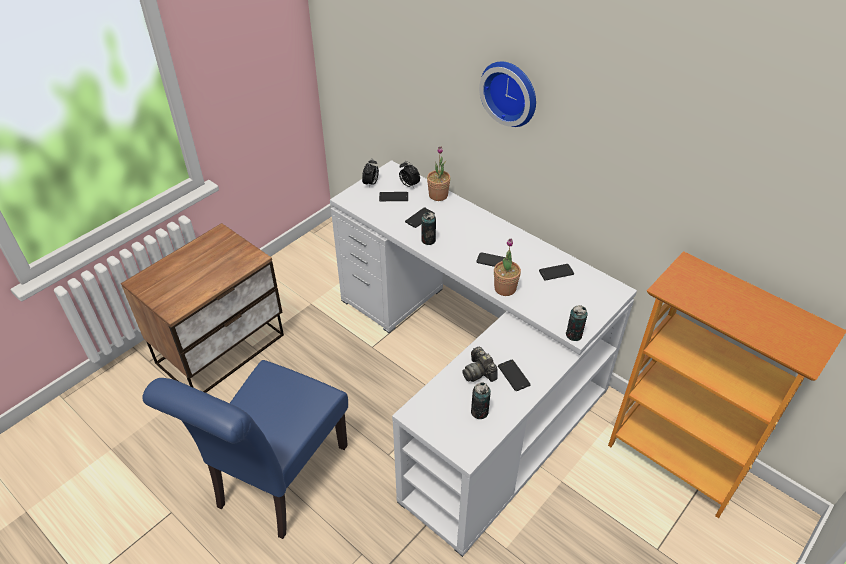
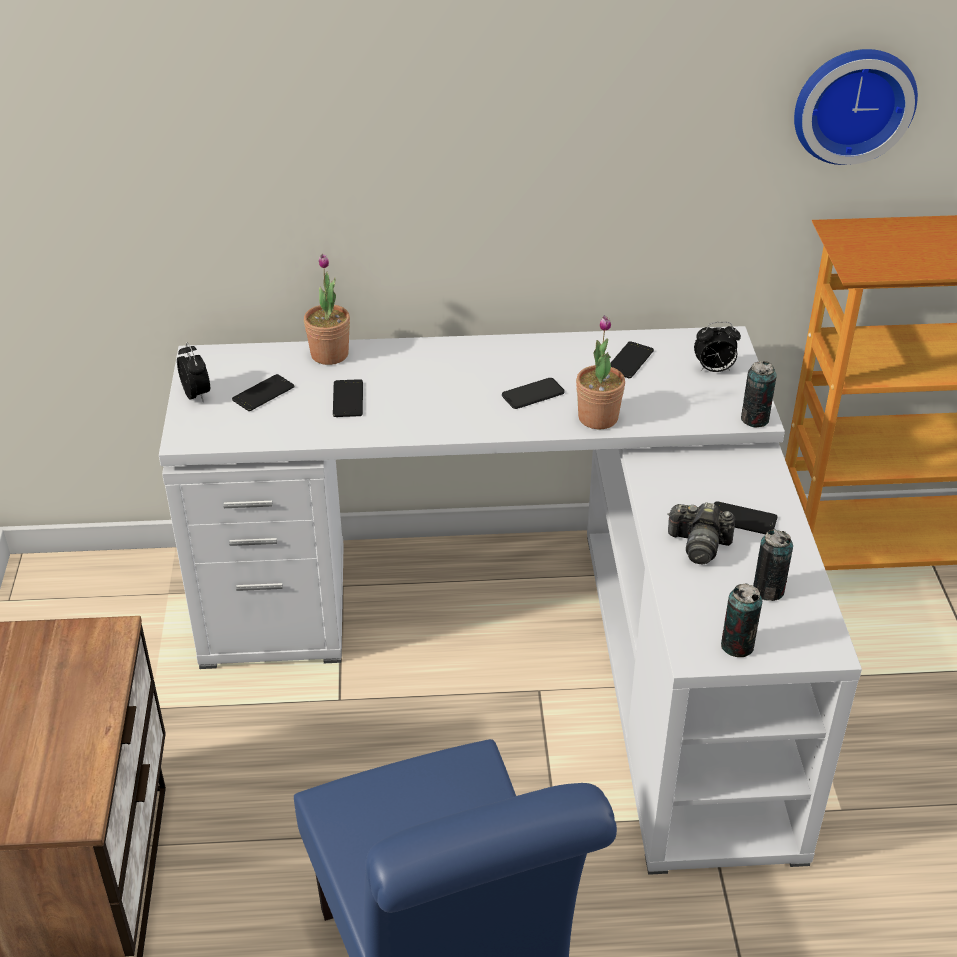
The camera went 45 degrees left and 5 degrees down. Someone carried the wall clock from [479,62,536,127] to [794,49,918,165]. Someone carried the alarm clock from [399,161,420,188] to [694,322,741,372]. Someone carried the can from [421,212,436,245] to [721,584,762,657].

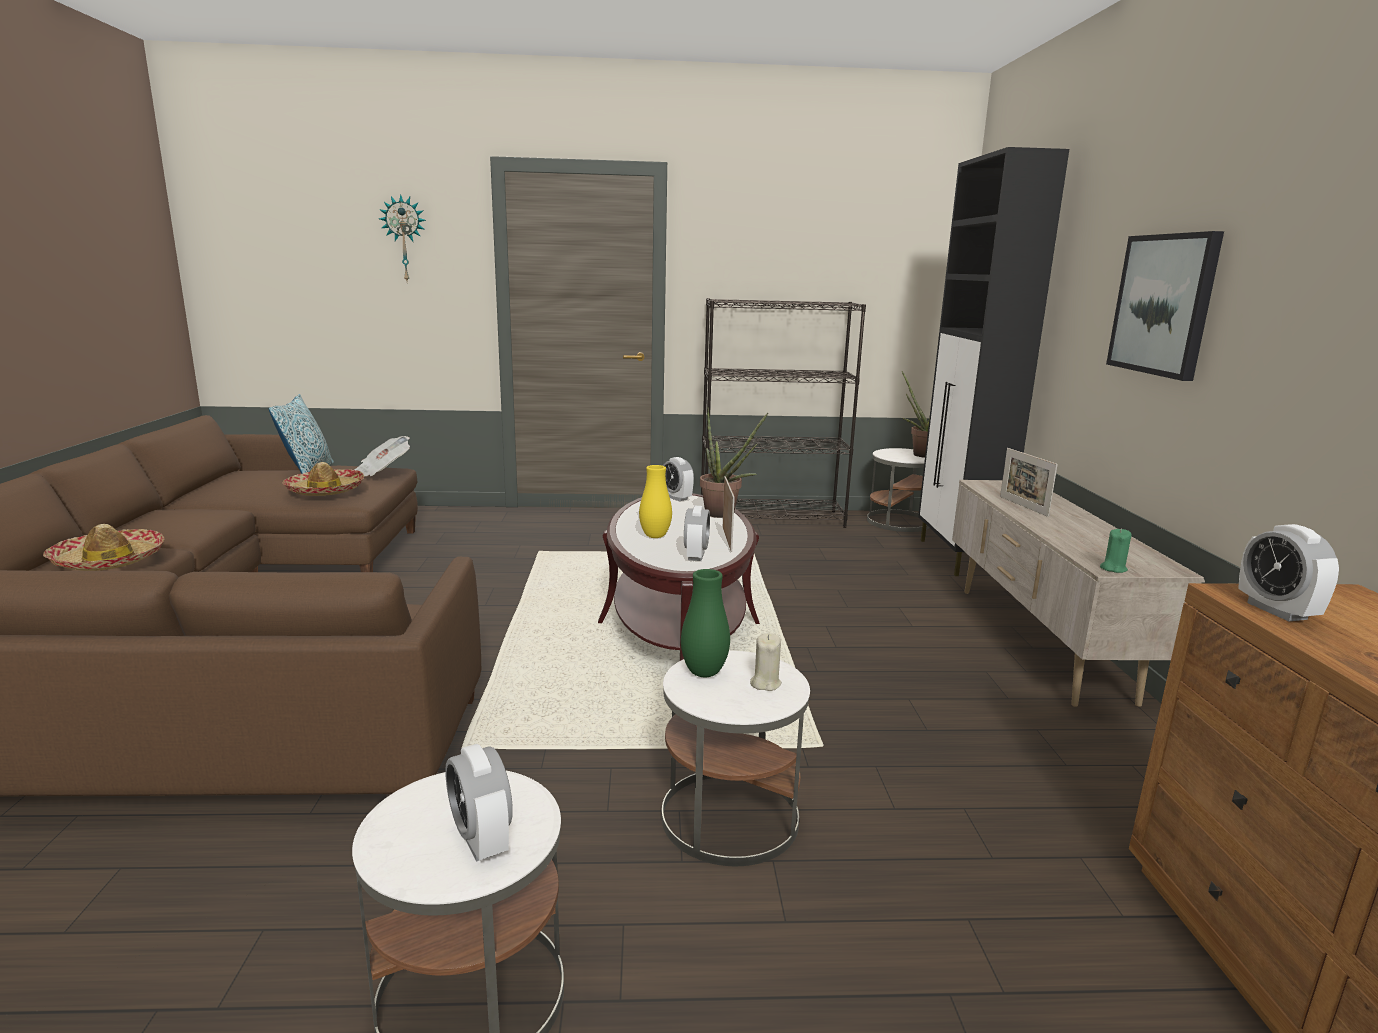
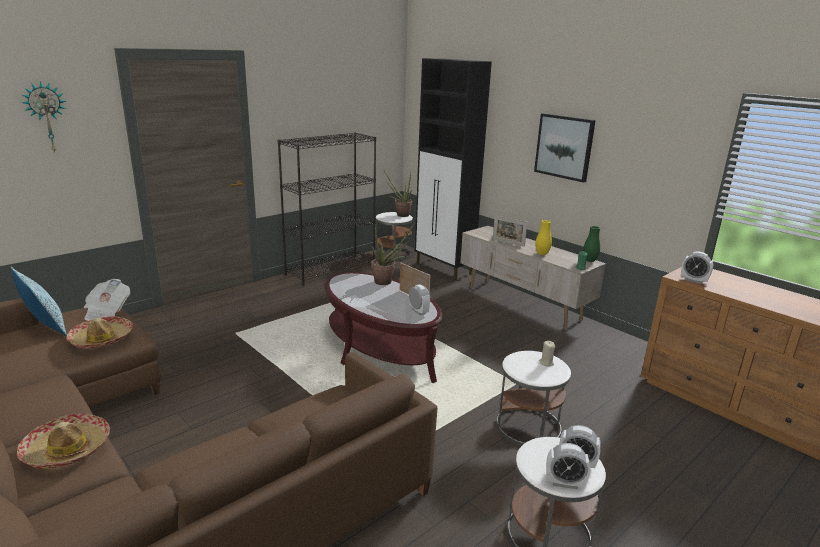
The camera went 40 degrees left and 5 degrees up. Someone carried the alarm clock from [663,457,694,501] to [547,443,590,489]. Someone carried the vase (yellow) from [639,465,672,538] to [535,220,552,255]. Someone carried the vase (green) from [681,569,730,677] to [583,226,600,262].

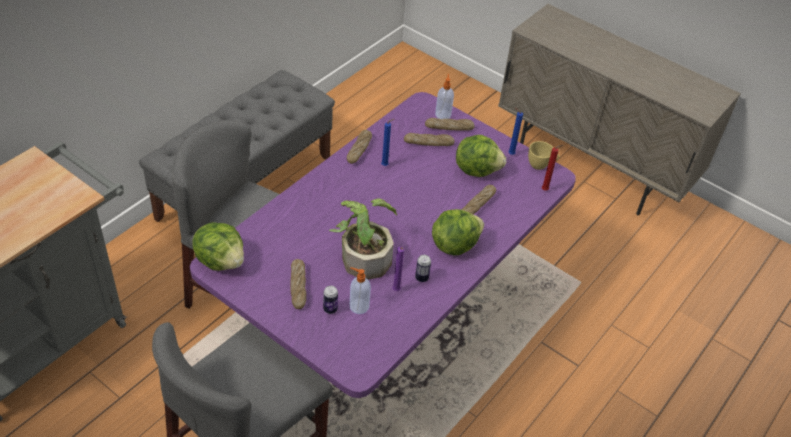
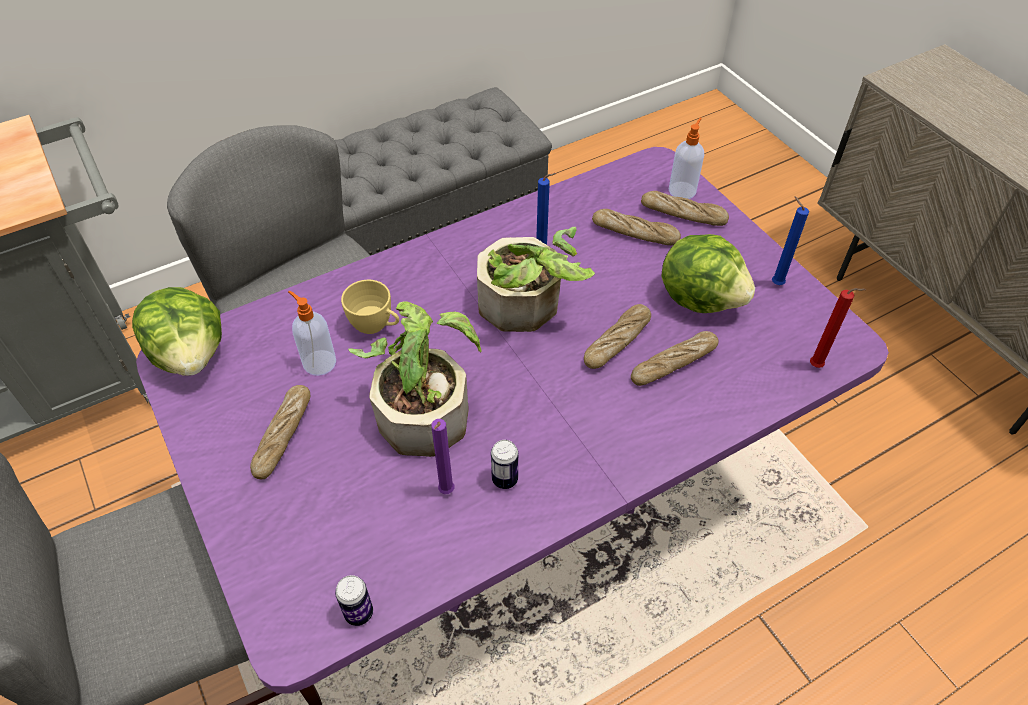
The camera went 25 degrees right and 5 degrees up. Someone carried the bread from [347,130,372,164] to [584,304,651,369]. Someone carried the cup (yellow) from [528,141,559,170] to [341,280,399,334]. Someone took away the lettuce at [432,209,484,255]. Someone carried the soap dispenser from [349,267,371,314] to [288,291,336,376]. Someone carried the can from [323,286,338,314] to [335,575,373,626]. Someone put down the potted plant at [477,227,595,332].

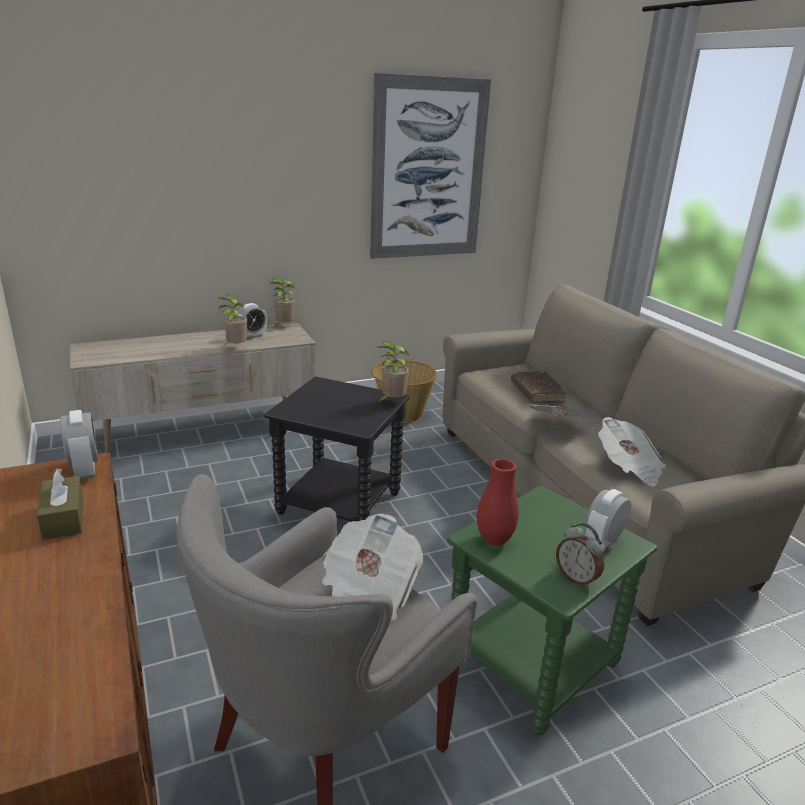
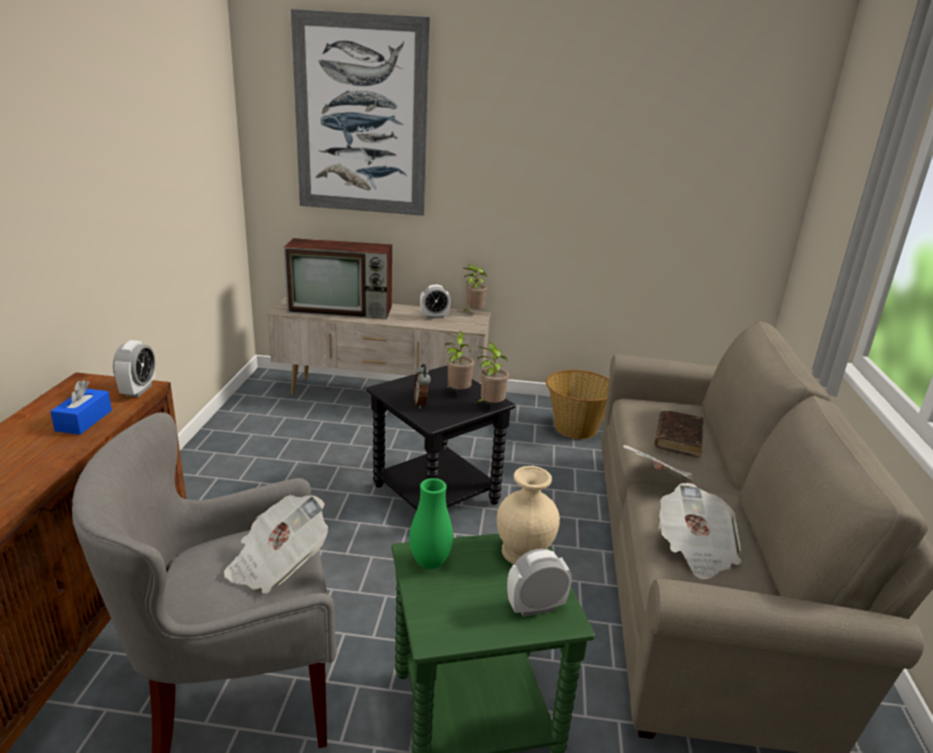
The camera went 30 degrees right and 0 degrees up. Someone carried the picture from [370,73,491,259] to [291,9,430,216]. Someone carried the potted plant from [218,294,247,345] to [444,331,474,390]. Someone repainted the vase (red) at [477,459,519,546], which became the vase (green) at [409,478,453,569]. Someone repainted the tissue box (brown) at [37,469,84,540], which became the tissue box (blue) at [50,380,112,435]. Someone carried the alarm clock from [556,523,605,588] to [414,364,431,409]. Someone put down the television at [284,238,392,319]. Someone put down the vase (beige) at [497,466,560,564].

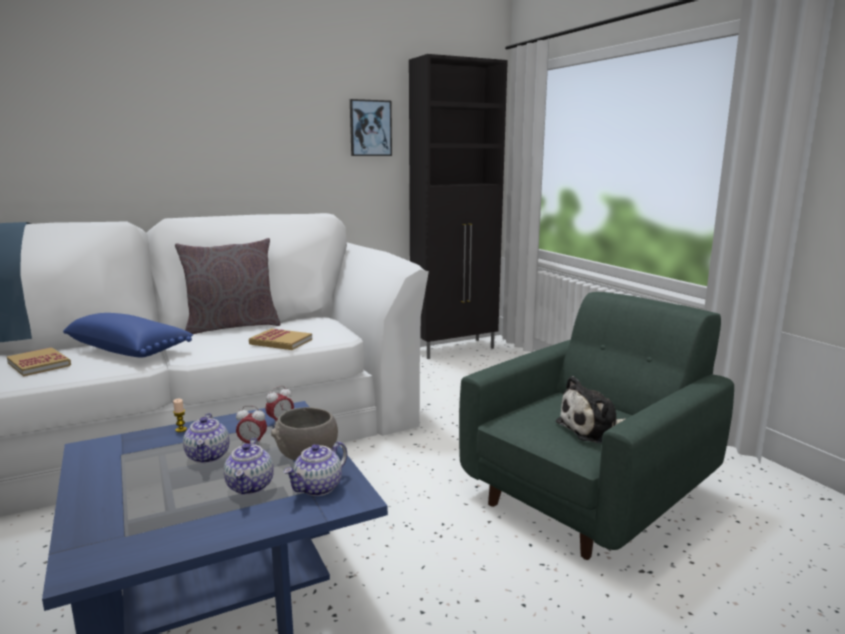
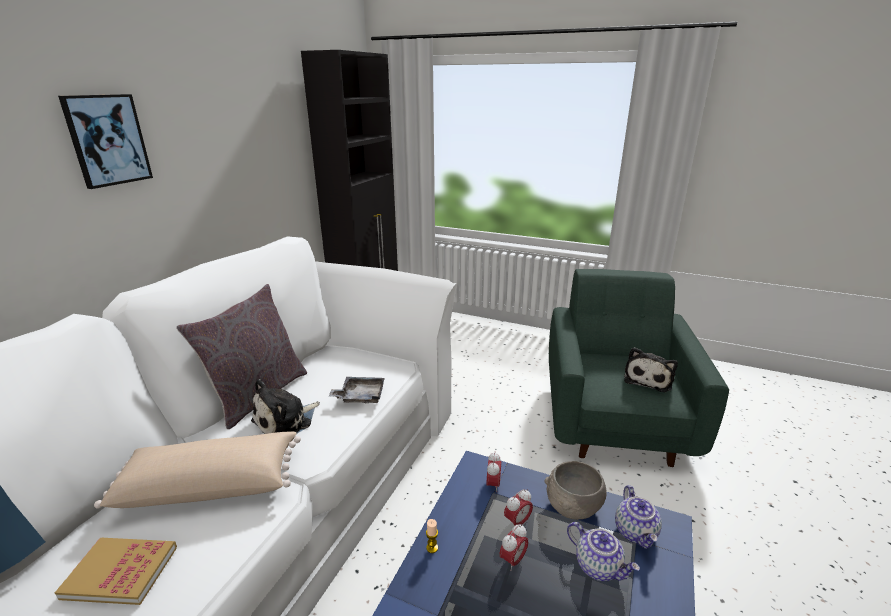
The camera went 40 degrees left and 10 degrees up. Someone carried the picture from [350,99,392,156] to [58,94,153,189]. Someone repainted the pillow (blue) at [63,313,193,358], which became the pillow (beige) at [94,432,301,509]. Someone swapped the book at [249,329,312,350] for the tray (grey) at [329,377,384,403]. Someone swapped the teapot at [183,413,229,463] for the alarm clock at [499,524,528,571]. Someone put down the plush toy at [251,379,320,434].

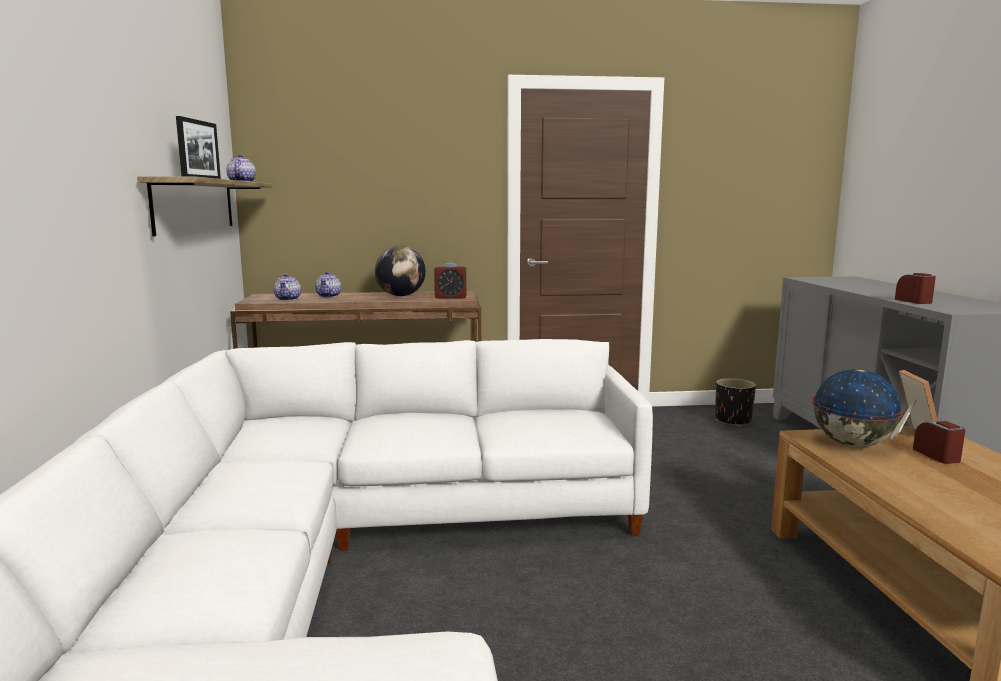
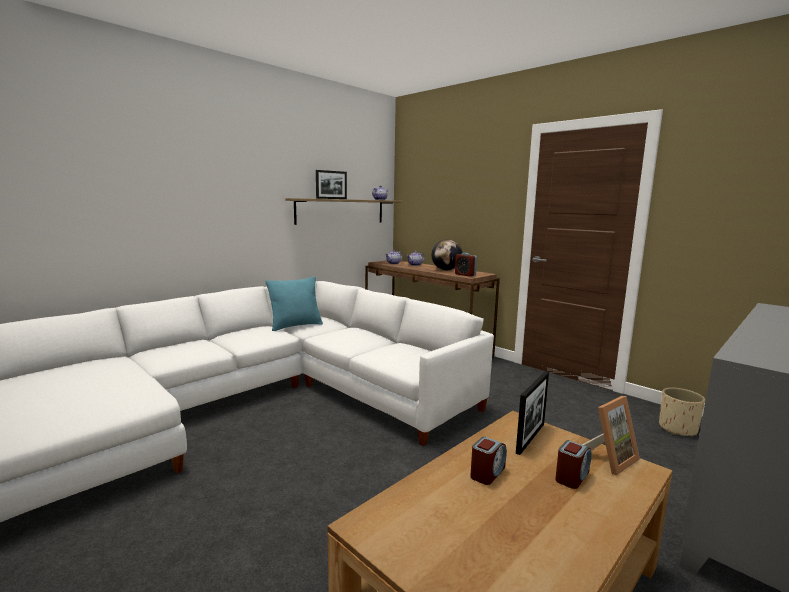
The camera went 50 degrees right and 0 degrees up. Someone carried the alarm clock from [895,273,936,304] to [470,437,507,485]. Someone swapped the globe at [812,369,904,447] for the picture frame at [516,371,549,455]. Someone repainted the planter (black) at [715,378,756,426], which became the planter (beige) at [659,387,705,436]. Someone put down the pillow (turquoise) at [266,276,323,331].

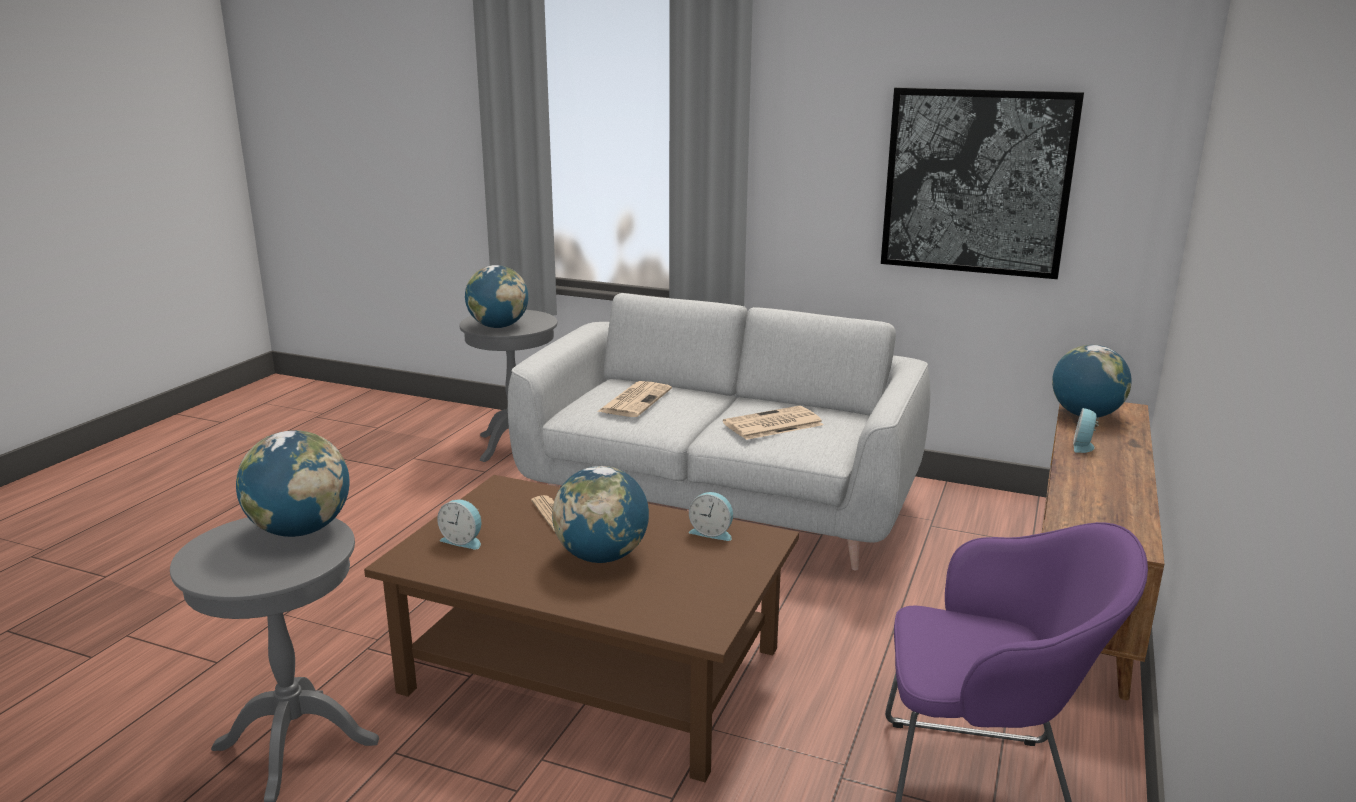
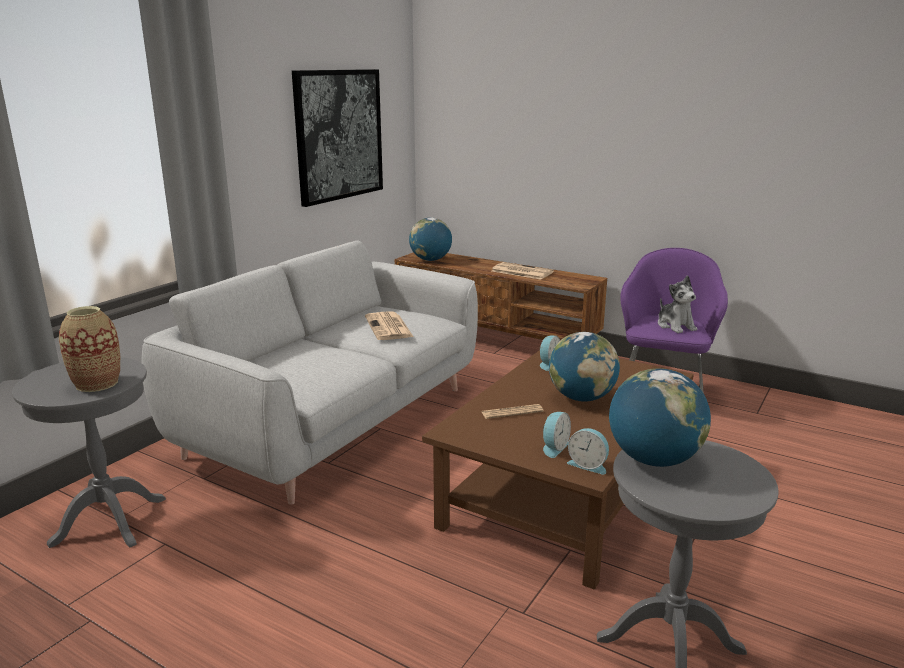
The camera went 80 degrees left and 0 degrees up. Someone swapped the globe at [465,265,528,328] for the vase at [59,306,120,392]. Someone carried the newspaper from [597,381,672,417] to [492,262,554,280]. Someone carried the alarm clock from [1073,408,1099,453] to [567,428,609,475]. Someone put down the plush toy at [658,275,697,333].

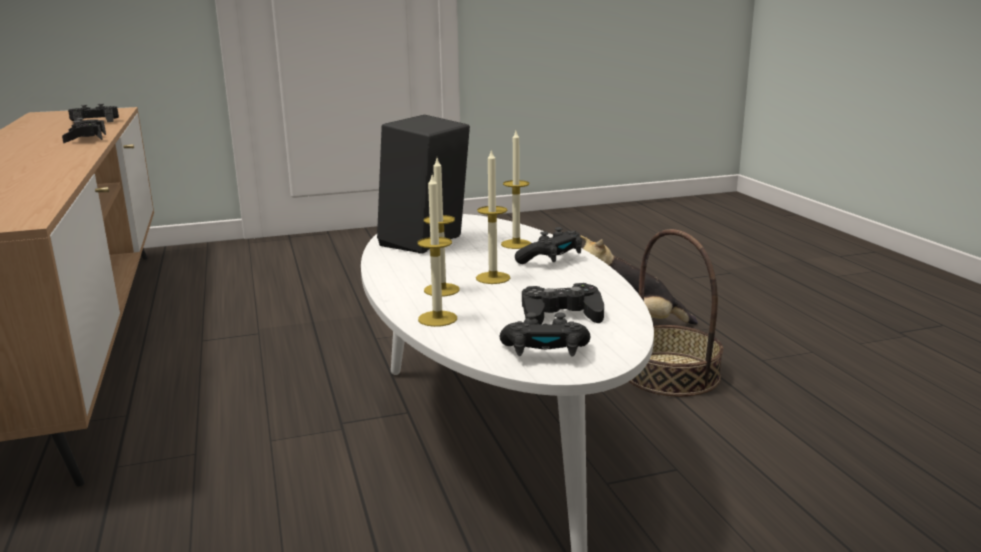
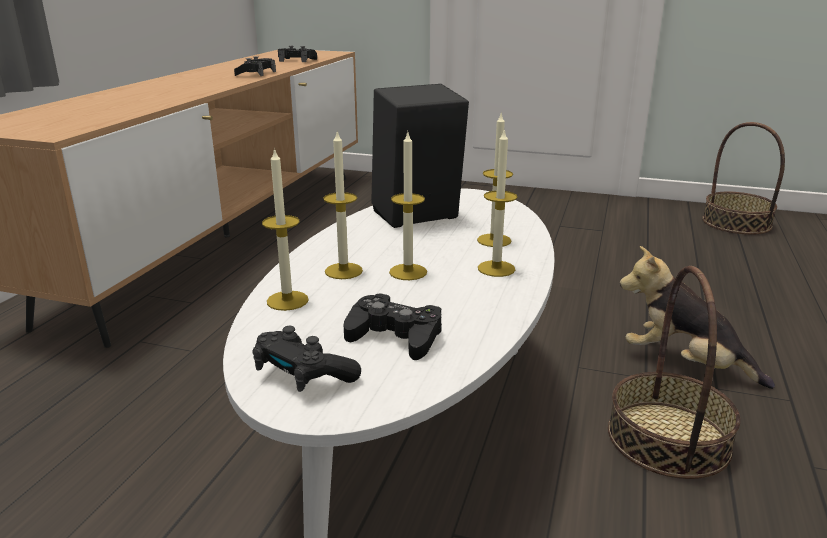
The camera went 35 degrees right and 5 degrees up. Someone swapped the game controller (black) at [515,227,582,264] for the candle at [478,128,517,277]. Someone put down the basket at [702,122,785,235].

